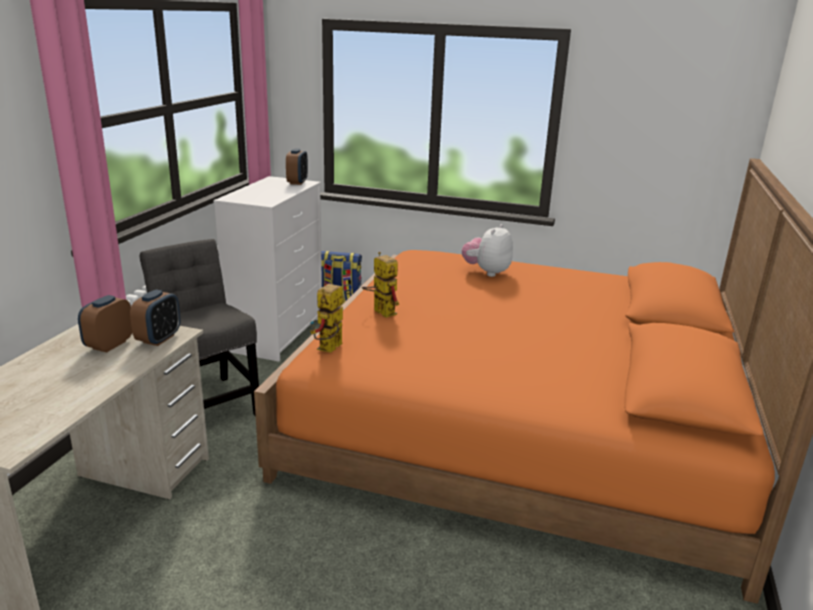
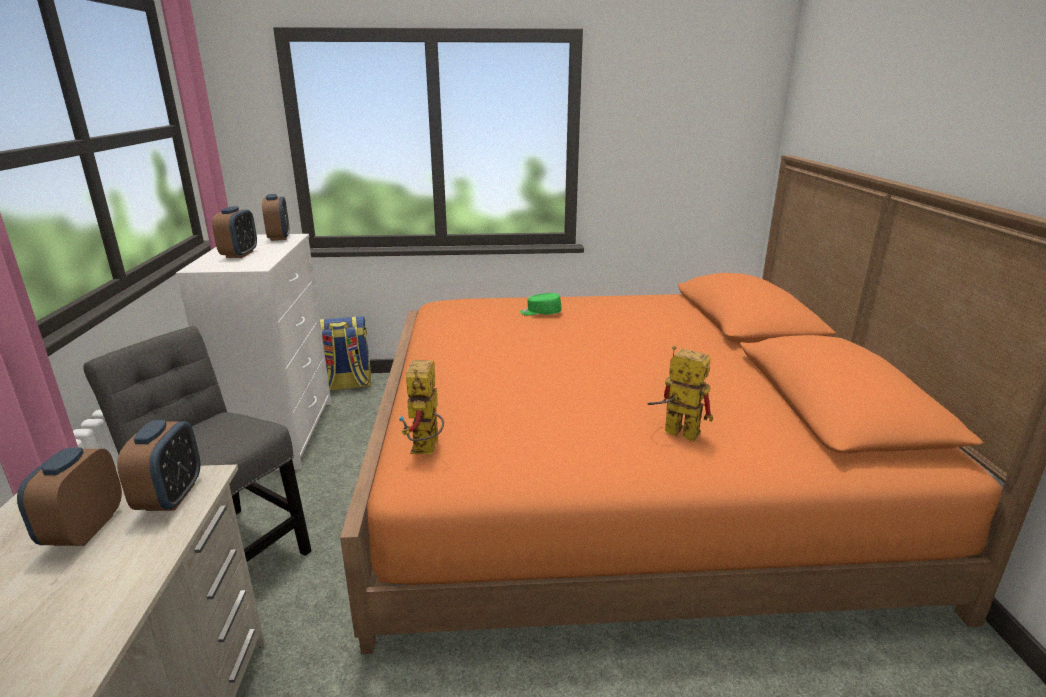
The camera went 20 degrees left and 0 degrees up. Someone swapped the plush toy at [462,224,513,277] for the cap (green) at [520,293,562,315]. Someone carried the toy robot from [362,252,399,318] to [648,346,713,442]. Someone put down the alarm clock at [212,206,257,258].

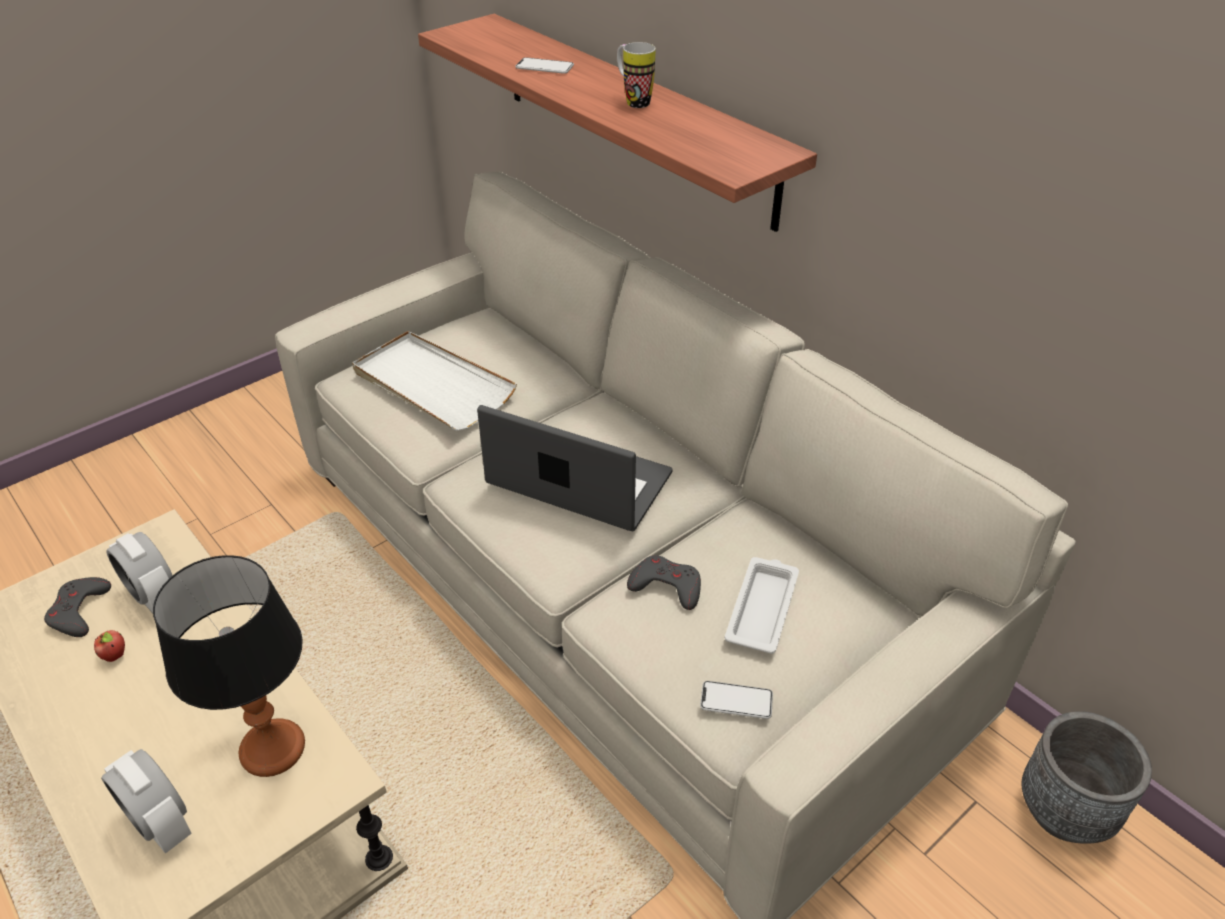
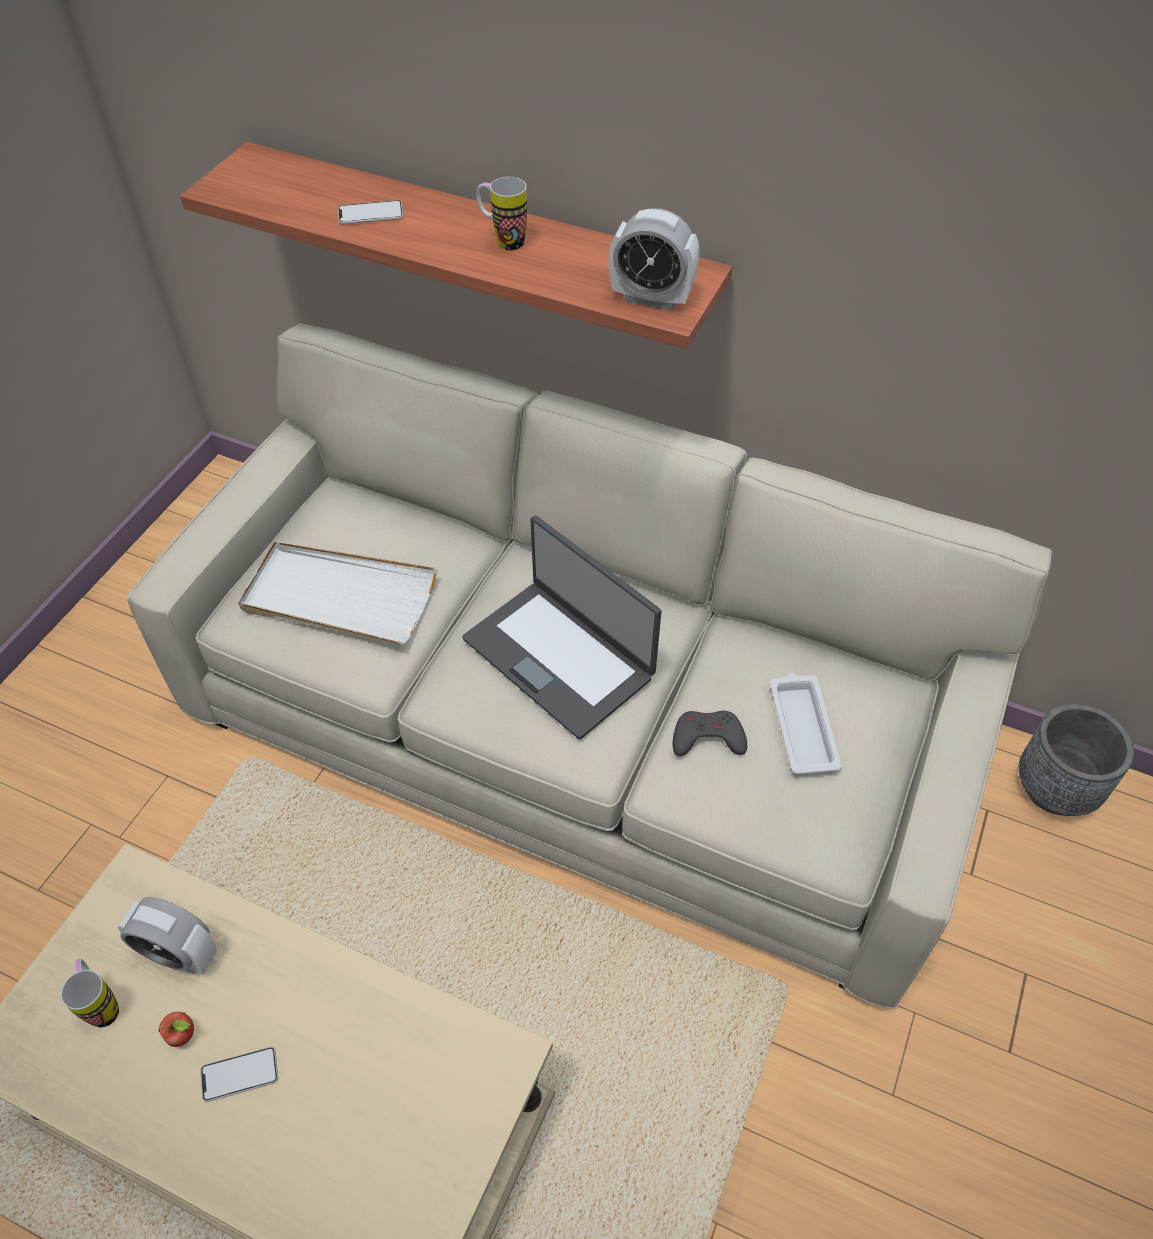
The camera went 25 degrees left and 10 degrees up. Someone rotated the laptop at [477,405,673,531] by 135 degrees counterclockwise. Someone took away the table lamp at [153,555,305,777]. Someone swapped the game controller (grey) at [44,577,111,637] for the mug at [61,959,119,1027]. Someone carried the phone from [700,681,773,719] to [200,1047,278,1102]. Someone carried the alarm clock from [101,749,192,854] to [609,208,700,310].

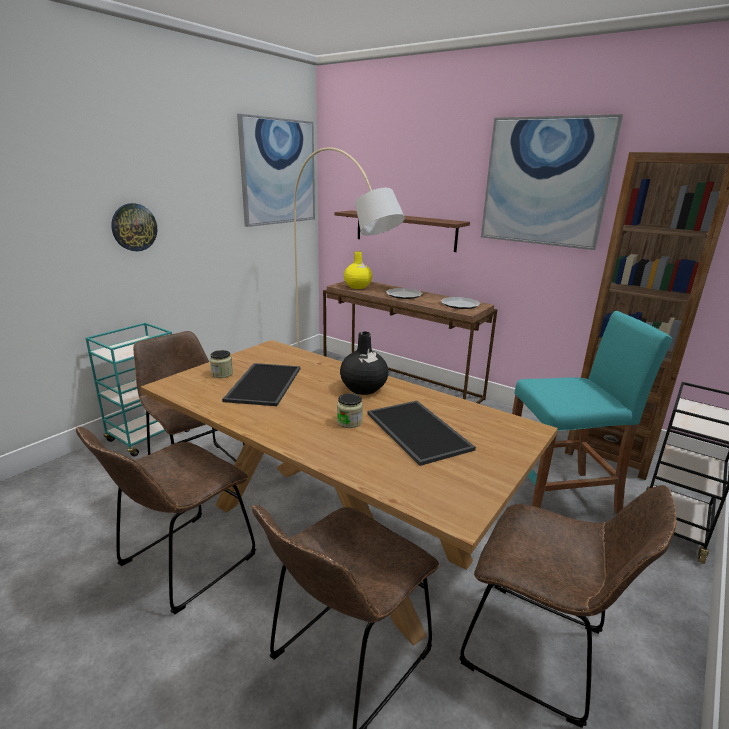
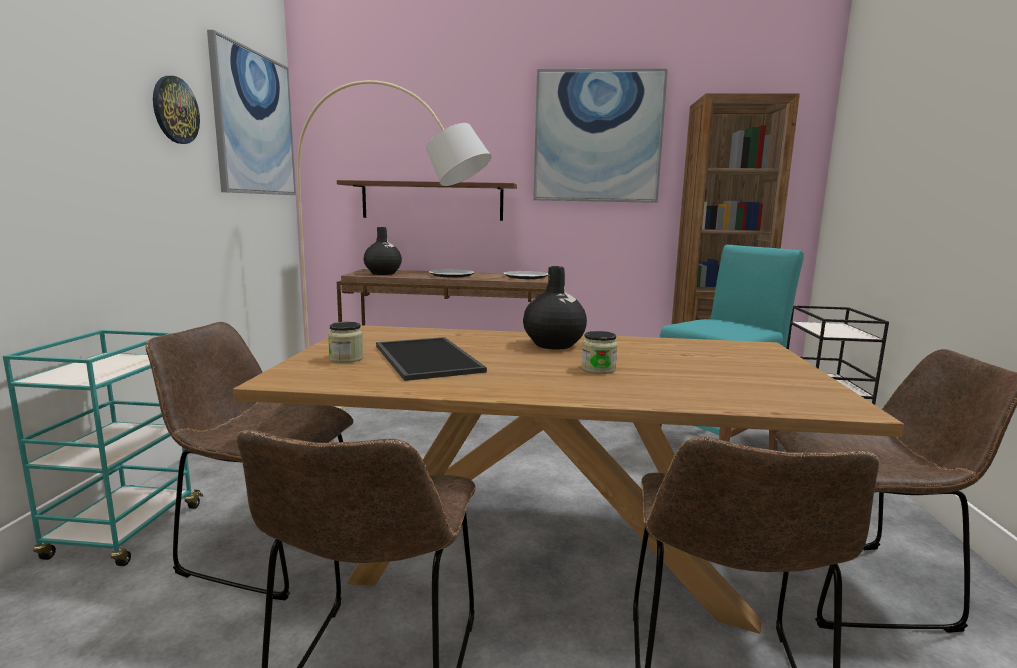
The camera went 30 degrees left and 10 degrees down. Someone carried the wall clock from [111,203,157,251] to [153,76,200,144]. Someone repainted the vase (yellow) at [344,251,372,289], which became the vase (black) at [363,227,402,275]. Someone took away the tray at [368,401,476,466].

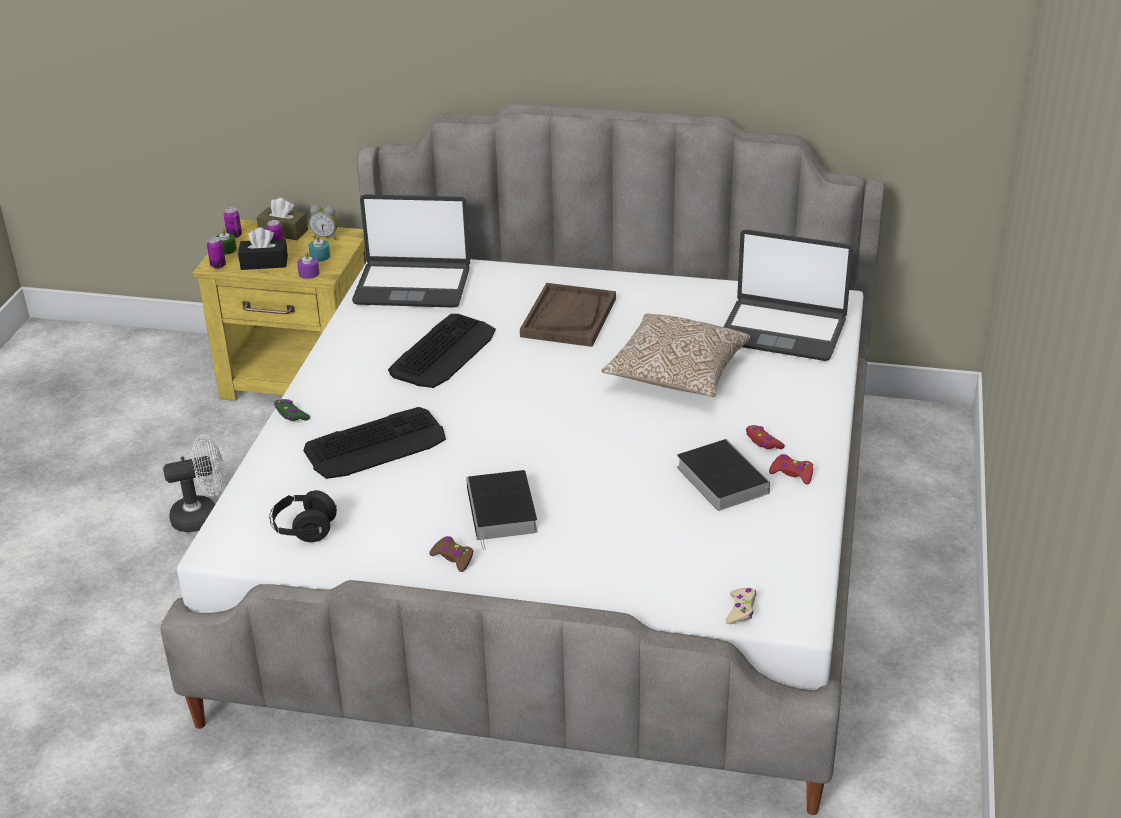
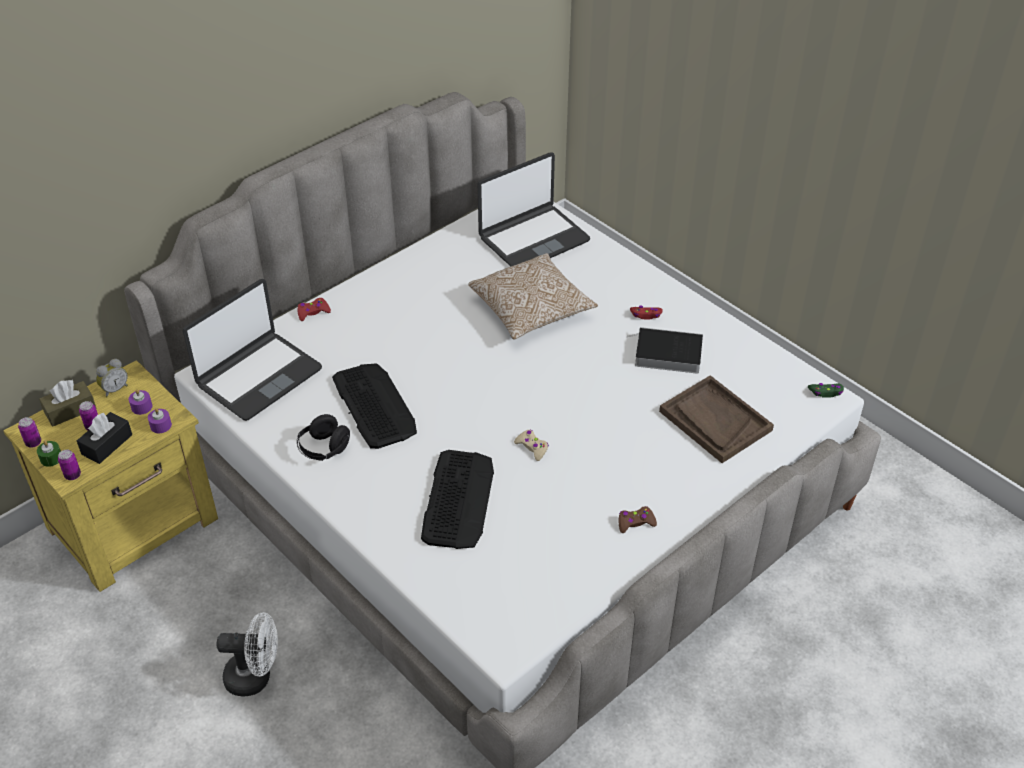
The camera went 55 degrees left and 10 degrees up. Someone repainted the candle (turquoise) at [308,235,330,262], which became the candle (purple) at [129,389,152,415]. Someone carried the tray (brown) from [520,283,616,347] to [659,375,774,463]. Someone carried the game controller (green) from [274,399,310,421] to [808,383,844,398]. Someone rotated the fan (white) at [163,435,225,532] by 75 degrees clockwise. Someone carried the game controller (red) from [769,454,813,484] to [298,298,331,321]. Someone took away the book at [466,470,538,550]. Someone carried the headphones (black) from [269,490,337,542] to [297,414,350,461]. Someone carried the game controller (beige) from [726,588,756,624] to [514,430,549,461].

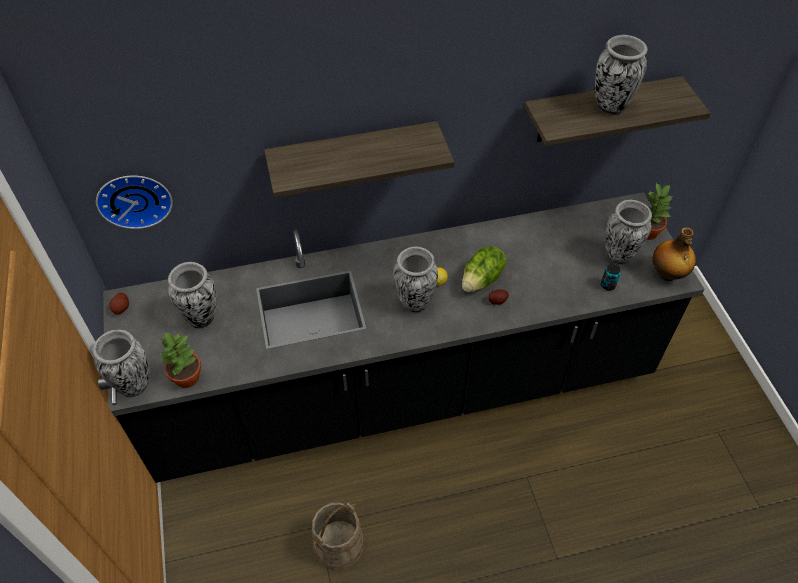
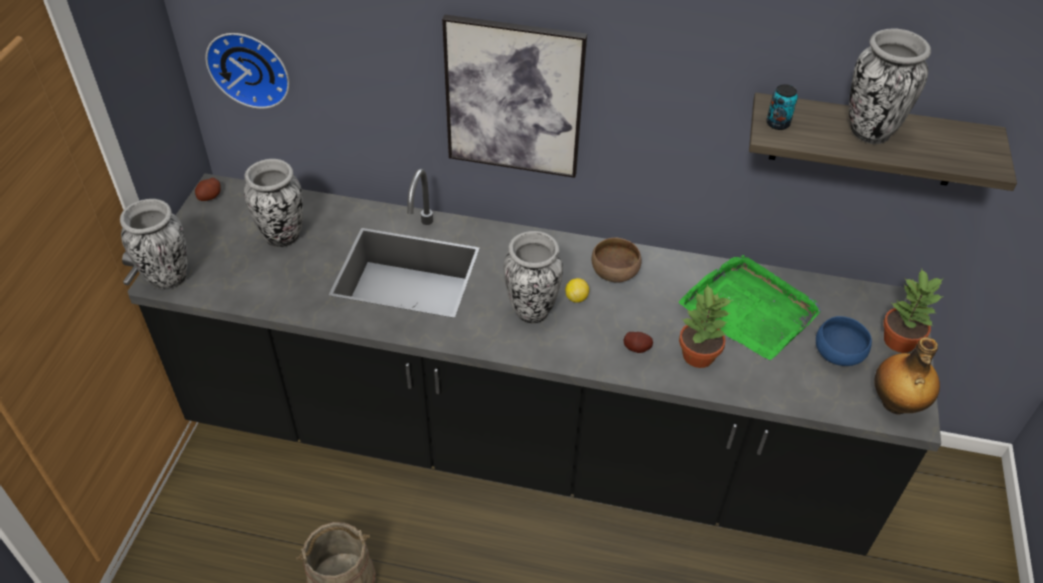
The camera went 25 degrees right and 5 degrees down. Someone swapped the shelf at [264,121,455,198] for the picture at [442,14,587,178]. Someone swapped the vase at [605,200,652,264] for the bowl (blue) at [816,316,872,366]. Someone took away the lettuce at [462,246,507,292]. Someone carried the can from [601,264,621,291] to [766,84,798,130]. Someone carried the potted plant from [161,331,201,388] to [679,284,732,368]. Someone put down the bowl (brown) at [591,237,641,283]. Someone put down the tray (green) at [679,255,821,360].

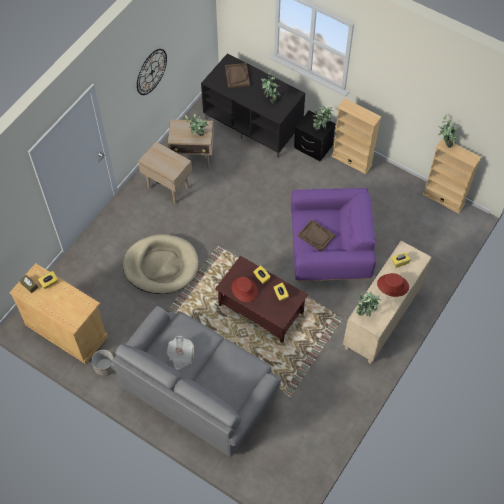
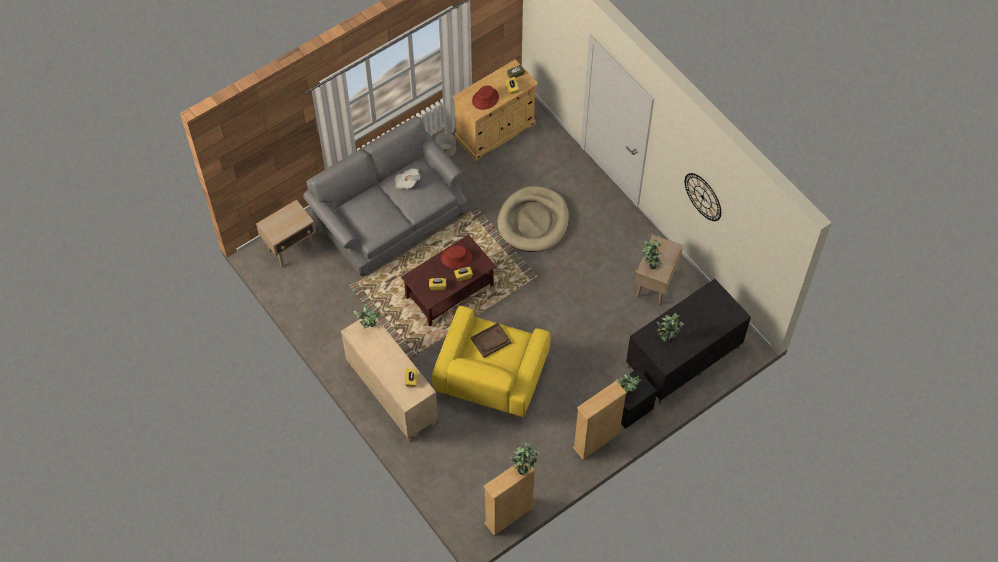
The camera went 110 degrees right and 0 degrees up. Someone took away the tray (brown) at [225,63,250,88]. Someone carried the side table (beige) from [138,141,192,204] to [256,200,316,268]. Someone repainted the armchair (purple) at [291,188,376,282], which became the armchair (yellow) at [432,306,551,418]. Someone carried the hat (red) from [377,273,409,297] to [472,85,499,110].

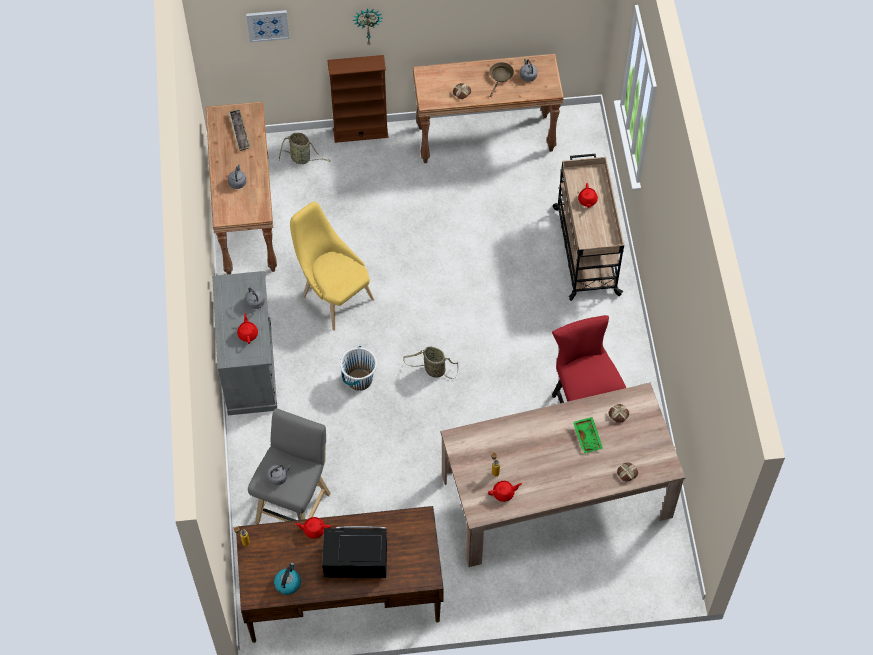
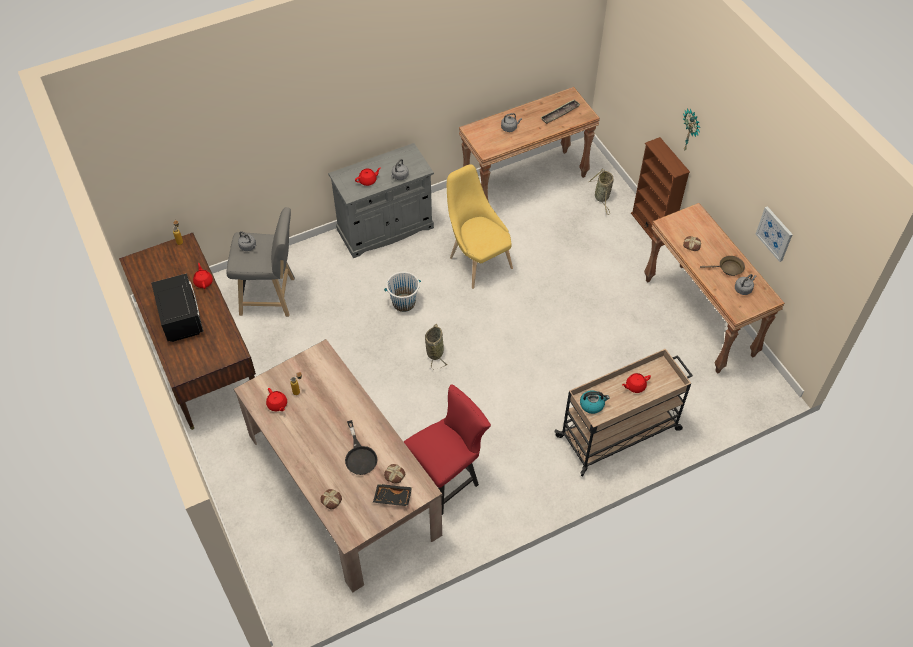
The camera went 70 degrees right and 5 degrees down. Someone carried the picture from [246,10,290,43] to [756,206,793,262]. Someone rotated the chair (yellow) at [290,202,374,331] by 60 degrees counterclockwise. Someone swapped the tray (green) at [573,417,603,454] for the frying pan (black) at [345,420,377,475]. Someone carried the kettle from [274,562,301,595] to [580,390,610,414]. Someone put down the tray (black) at [373,484,412,506].

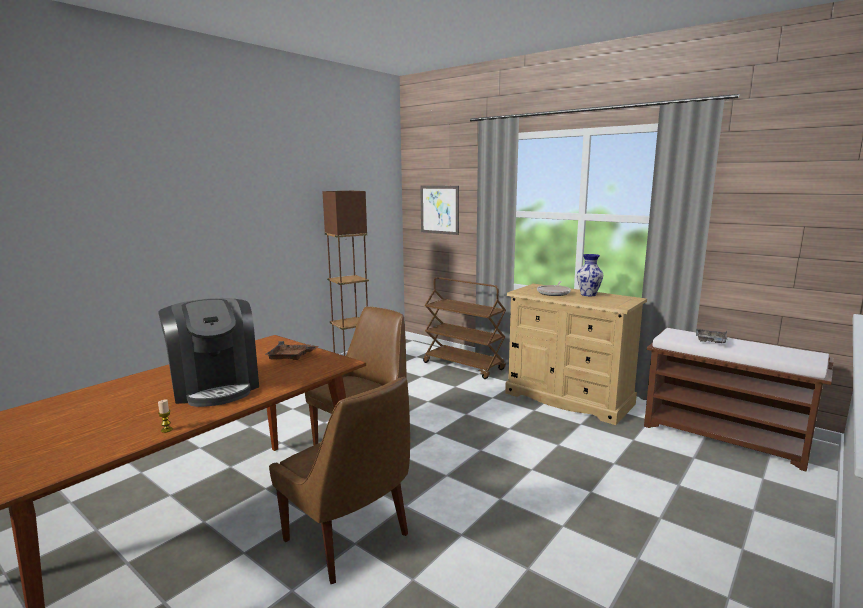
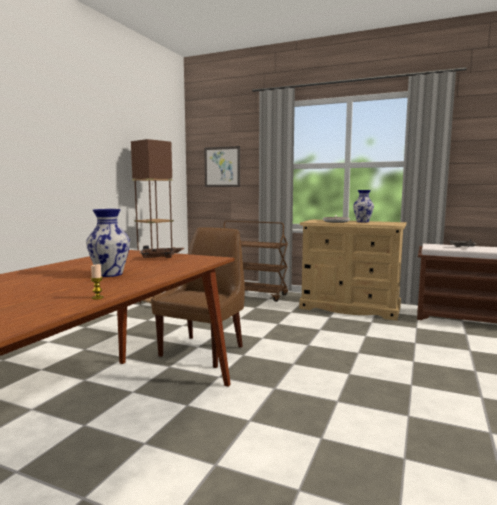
The camera went 15 degrees left and 5 degrees down. Someone swapped the coffee machine at [158,298,259,407] for the vase at [86,209,130,277]. Someone took away the chair (brown) at [269,377,410,584].

